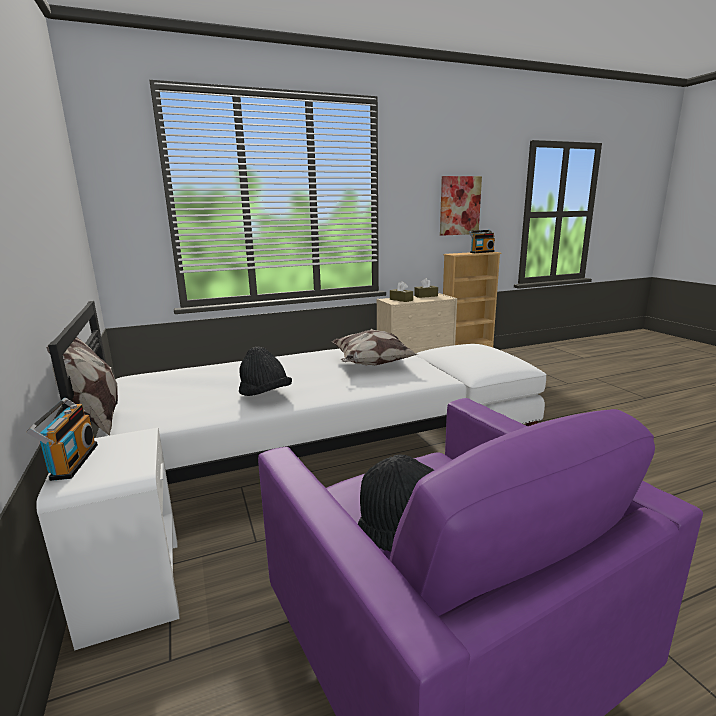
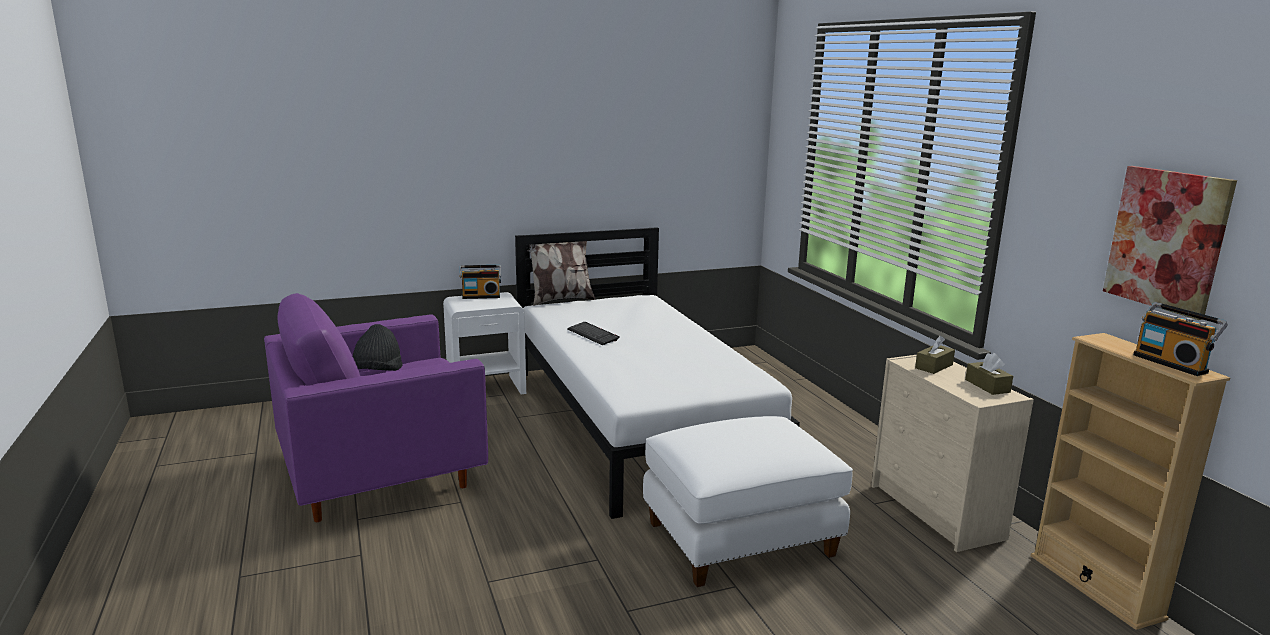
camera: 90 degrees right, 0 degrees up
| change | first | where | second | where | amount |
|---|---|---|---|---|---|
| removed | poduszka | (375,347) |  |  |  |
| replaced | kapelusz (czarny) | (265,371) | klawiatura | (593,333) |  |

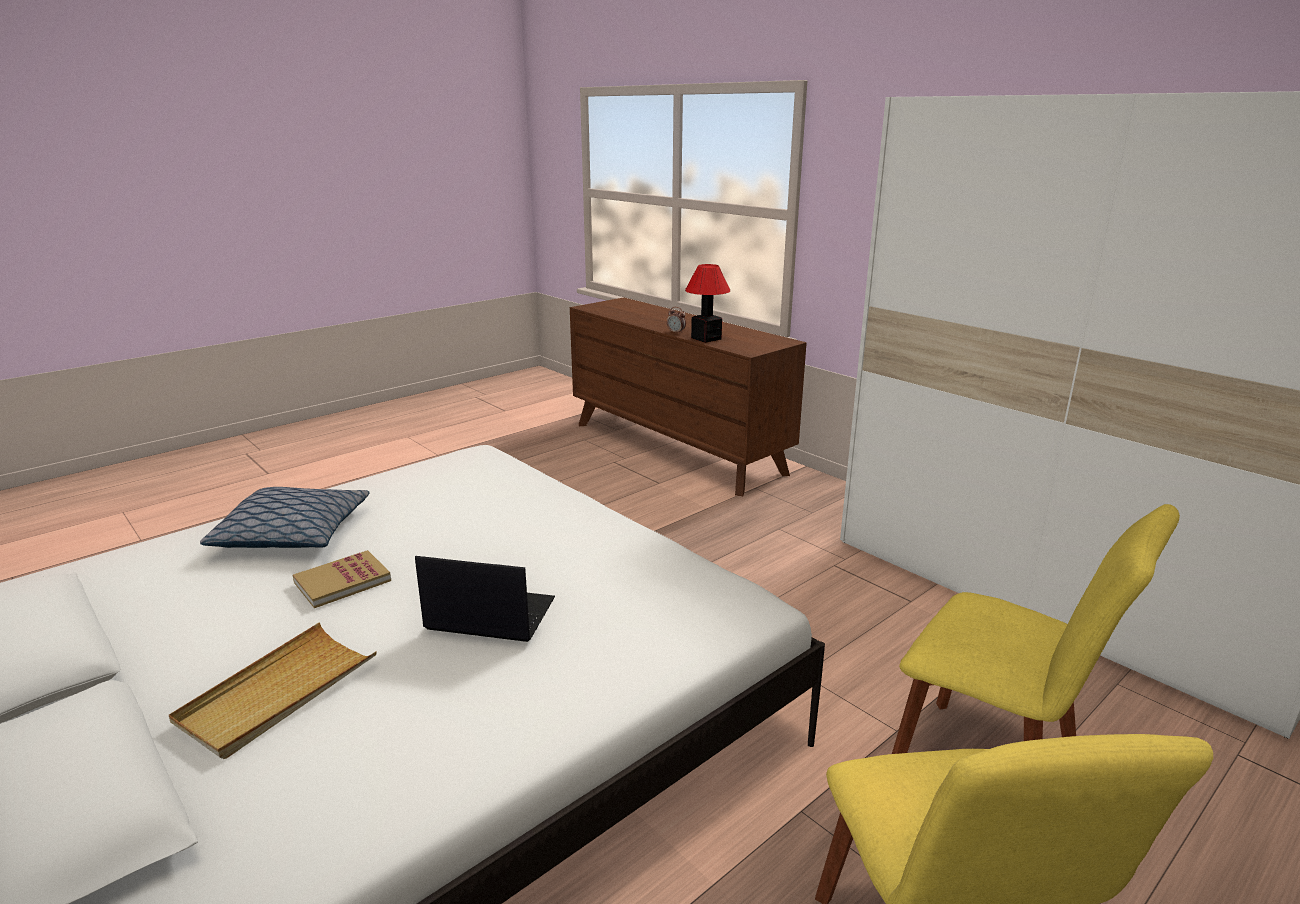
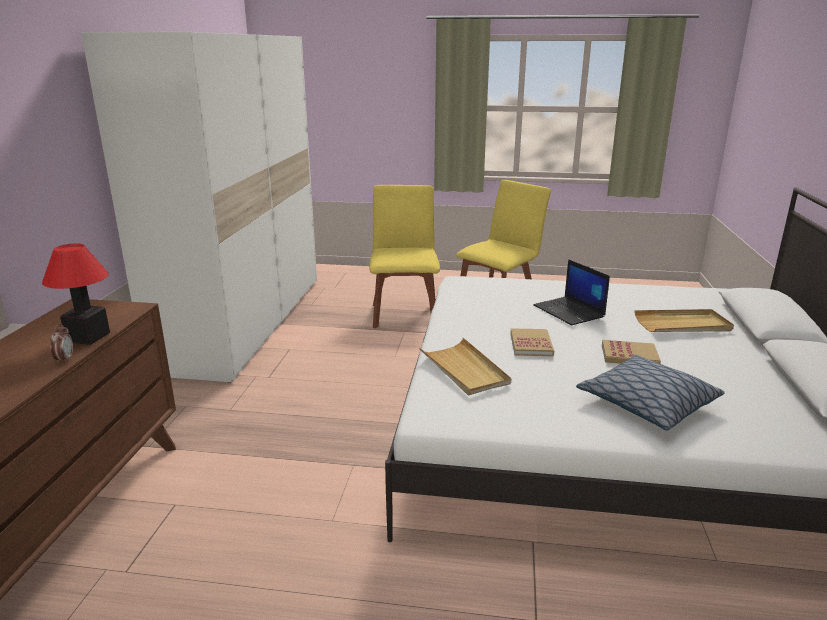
camera: 130 degrees left, 0 degrees up
| change | first | where | second | where | amount |
|---|---|---|---|---|---|
| added |  |  | taca (beżowy) | (465,366) |  |
| added |  |  | książka | (532,342) |  |

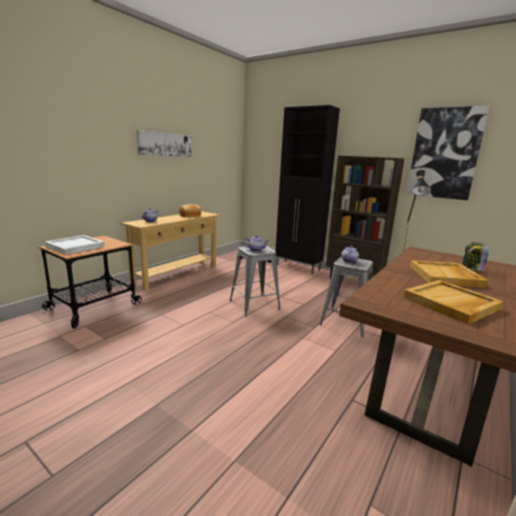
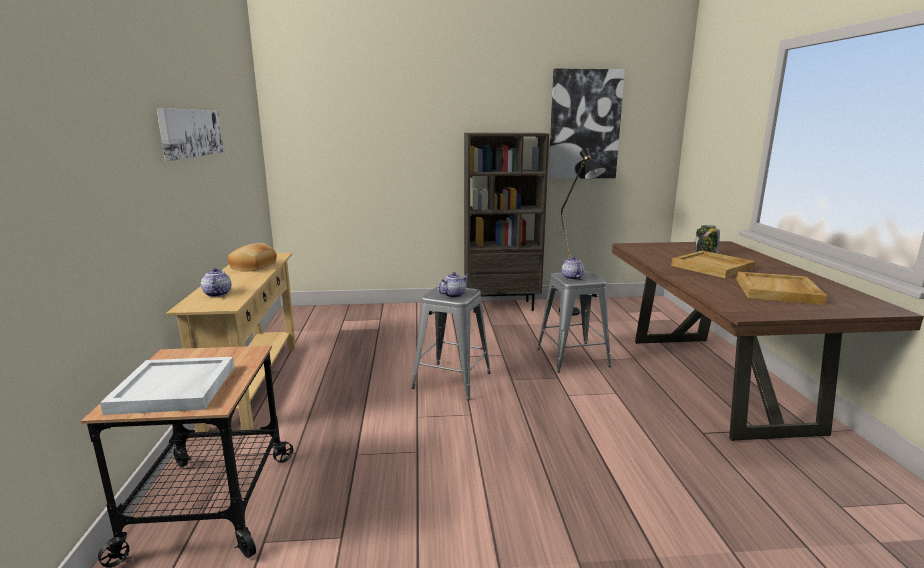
camera: 40 degrees left, 0 degrees up
| change | first | where | second | where | amount |
|---|---|---|---|---|---|
| removed | szafka (czarny) | (307,189) |  |  |  |

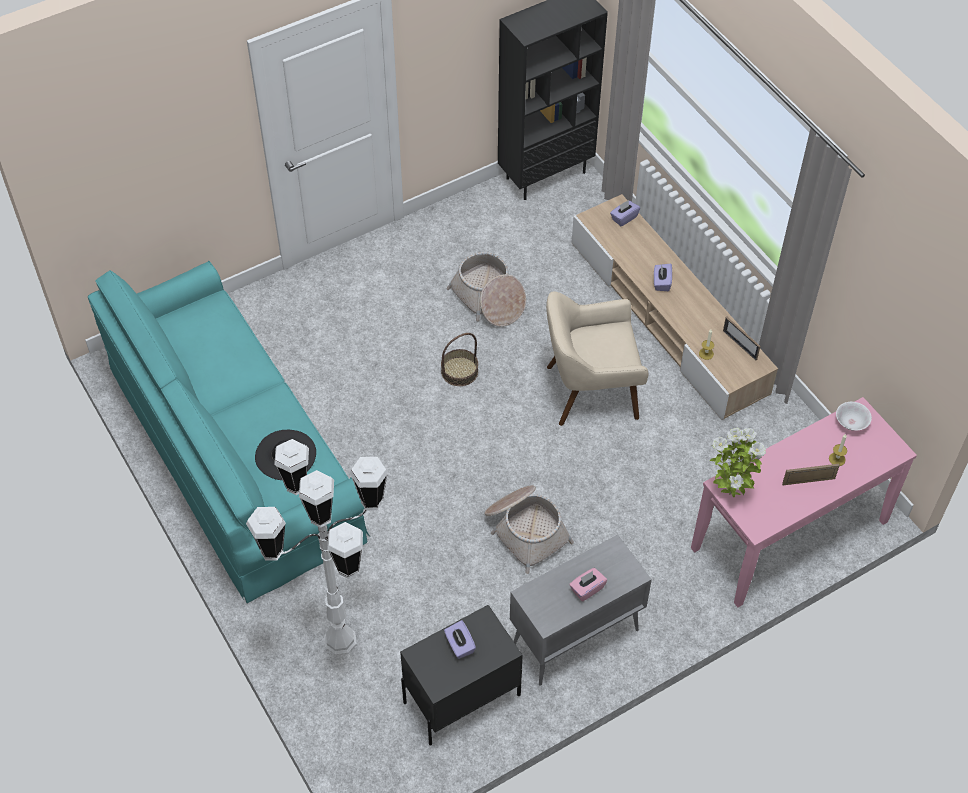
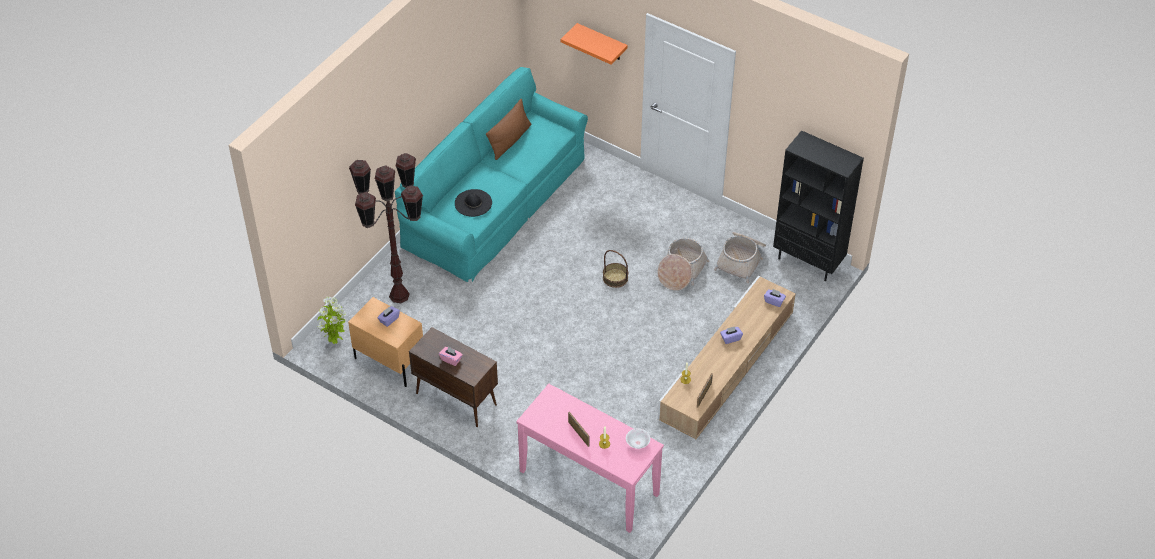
camera: 65 degrees right, 5 degrees down
| change | first | where | second | where | amount |
|---|---|---|---|---|---|
| removed | fotel (beżowy) | (597,358) |  |  |  |
| added |  |  | poduszka (brązowy) | (508,129) |  |
| added |  |  | półka (pomarańczowy) | (594,44) |  |
| moved | koszyk | (529,529) |  | (740,257) |  |
| moved | roślina doniczkowa | (738,462) |  | (332,320) |  |
| recoloured | lampa stojąca (biały) | (317,547) | lampa stojąca (brązowy) | (386,228) |  |
| recoloured | szafka nocna (czarny) | (461,675) | szafka nocna (beżowy) | (385,342) |  |
| recoloured | szafka (szary) | (581,610) | szafka (brązowy) | (453,377) |  |

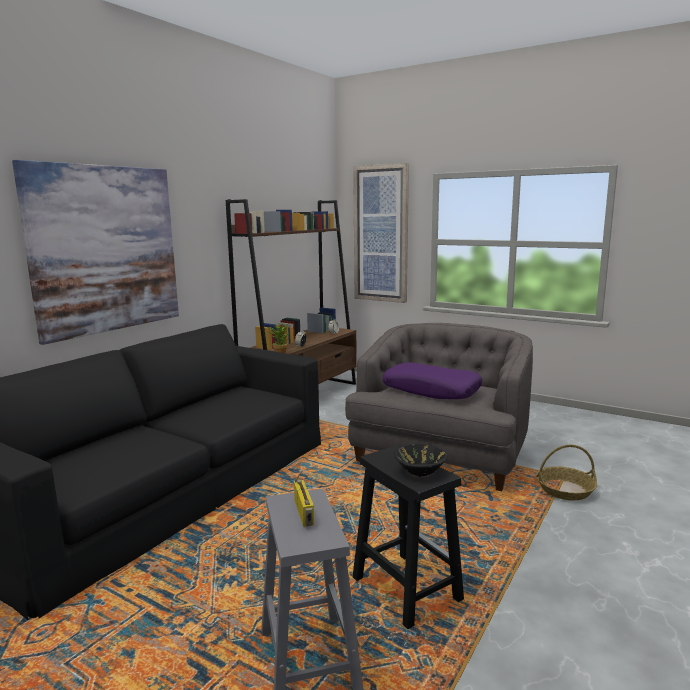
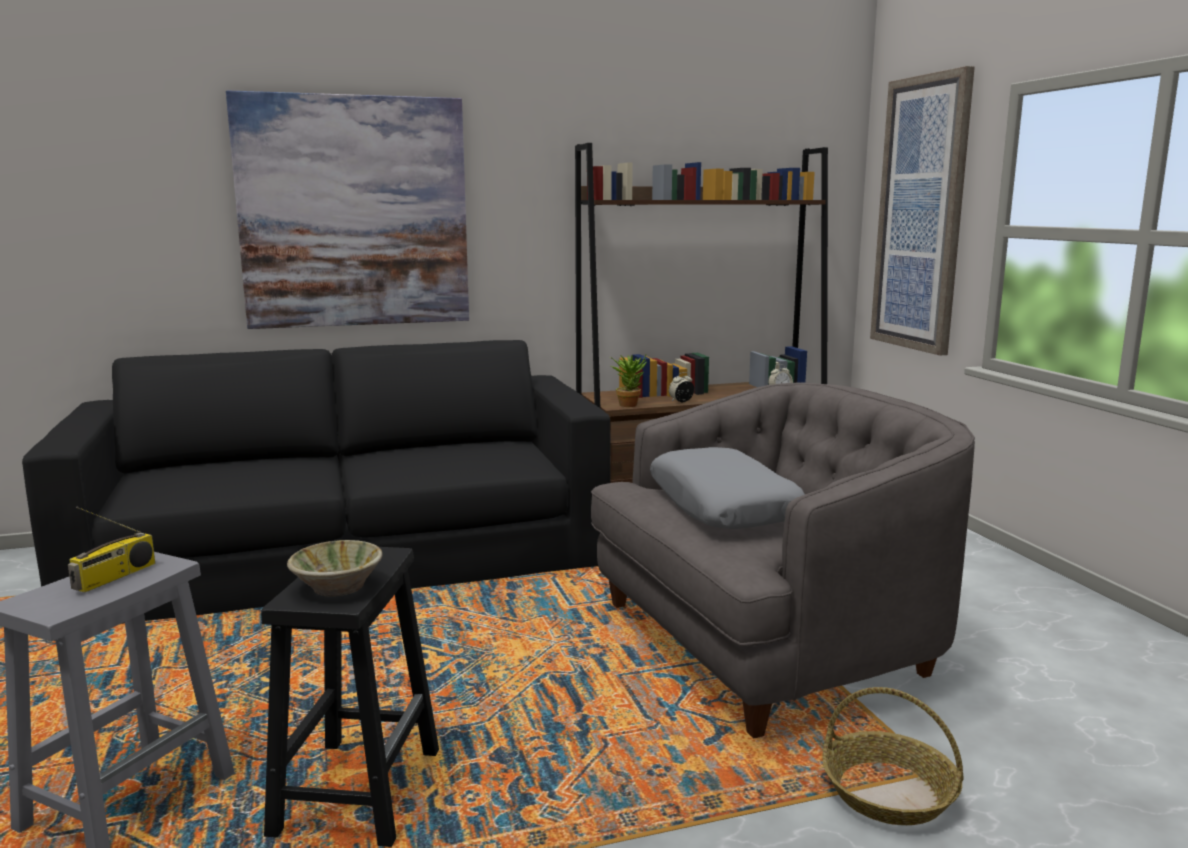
camera: 40 degrees right, 0 degrees up
| change | first | where | second | where | amount |
|---|---|---|---|---|---|
| recoloured | poduszka (fioletowy) | (432,380) | poduszka (szary) | (727,488) |  |
| recoloured | miska (czarny) | (420,460) | miska (beżowy) | (335,568) |  |

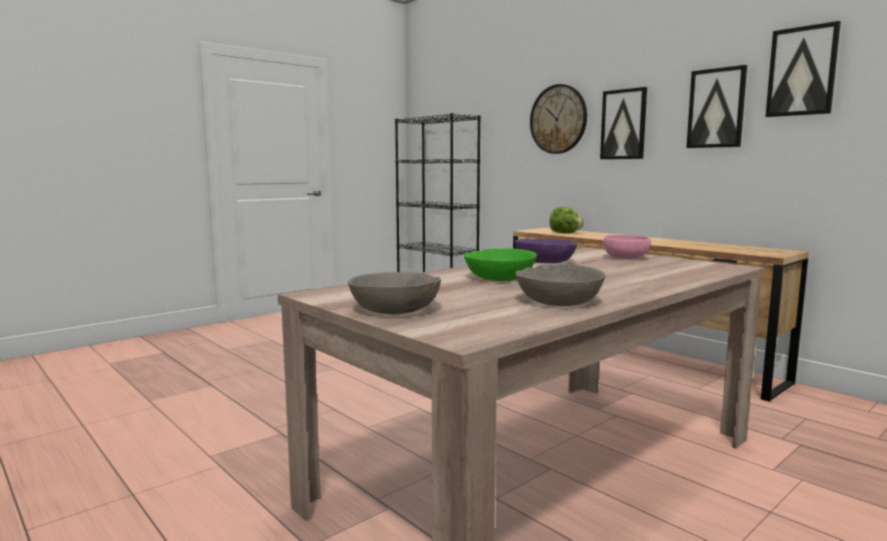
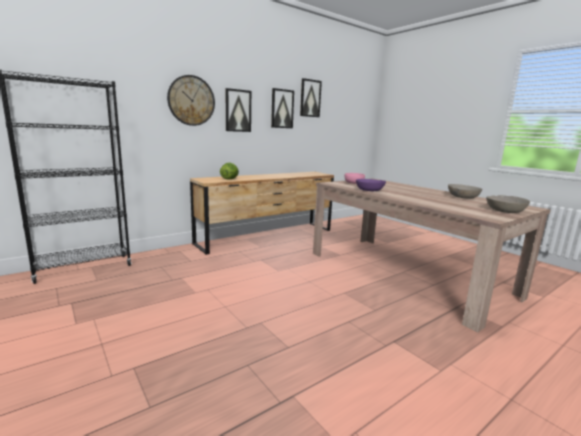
camera: 85 degrees left, 5 degrees up
| change | first | where | second | where | amount |
|---|---|---|---|---|---|
| removed | miska (zielony) | (500,264) |  |  |  |

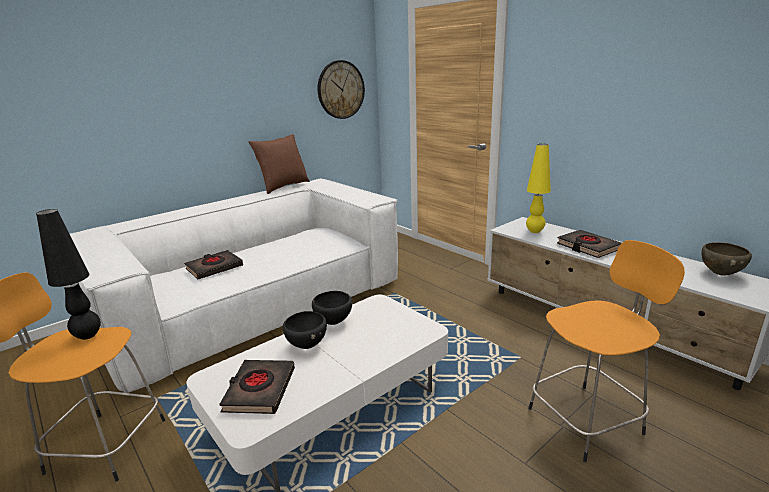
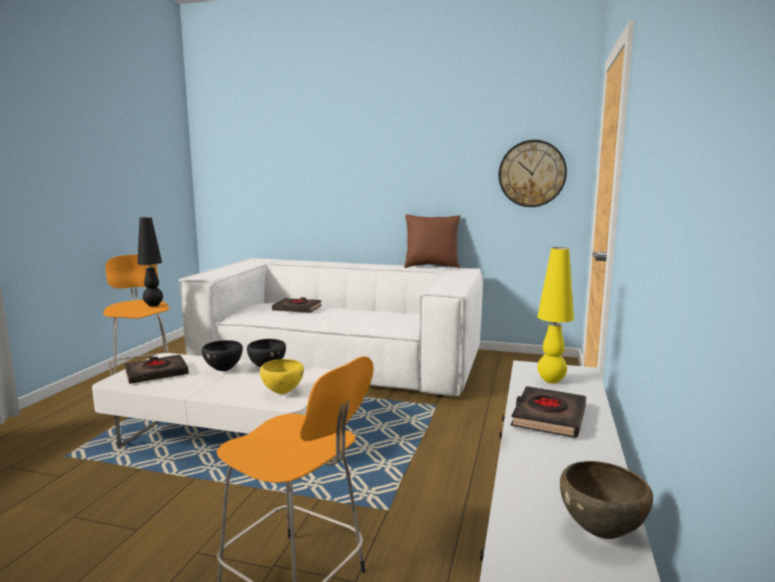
camera: 55 degrees right, 10 degrees down
| change | first | where | second | where | amount |
|---|---|---|---|---|---|
| added |  |  | miska (żółty) | (282,376) |  |

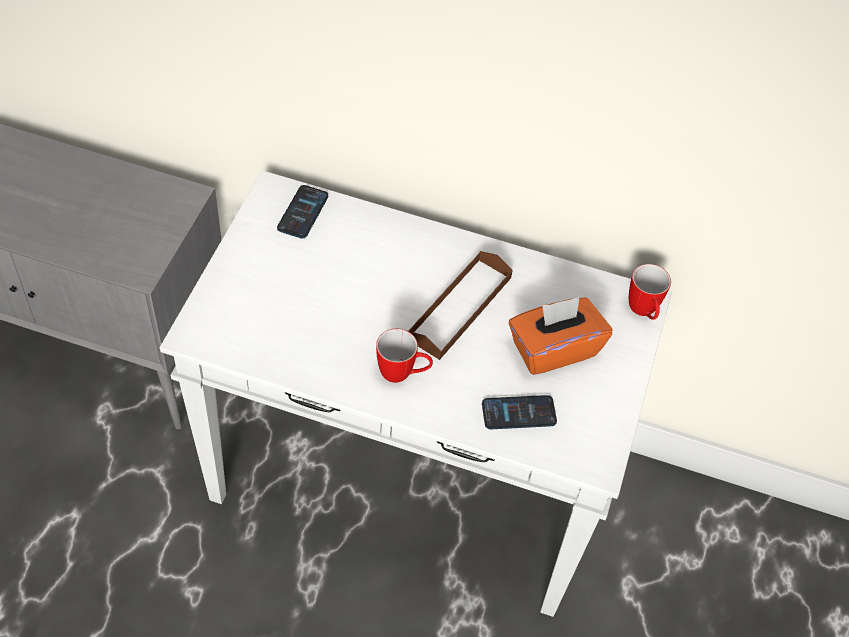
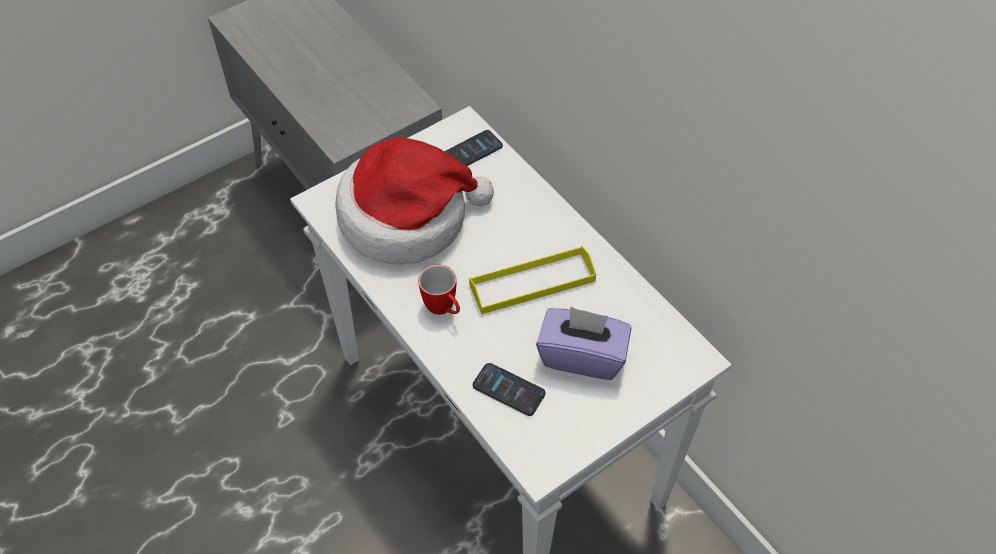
camera: 40 degrees right, 0 degrees up
| change | first | where | second | where | amount |
|---|---|---|---|---|---|
| removed | kubek | (650,292) |  |  |  |
| added |  |  | kapelusz | (414,201) |  |
| recoloured | taca (brązowy) | (460,305) | taca (żółty) | (532,280) |  |
| recoloured | pudełko chusteczek (pomarańczowy) | (561,336) | pudełko chusteczek (fioletowy) | (583,343) |  |

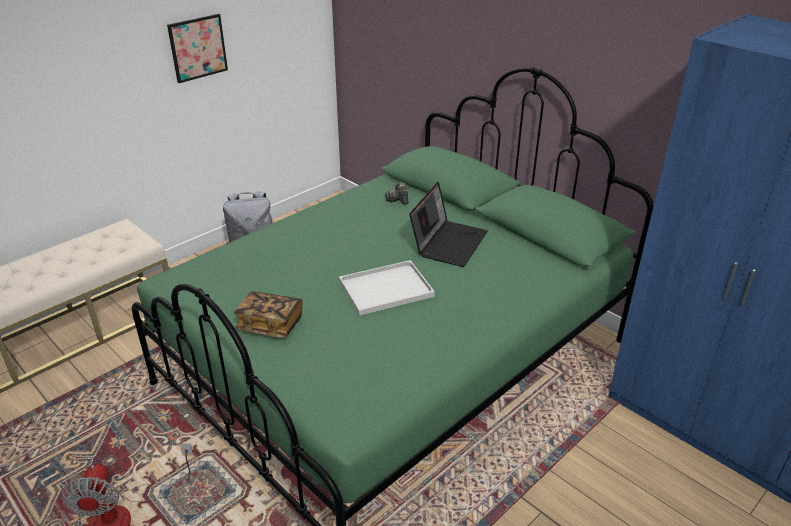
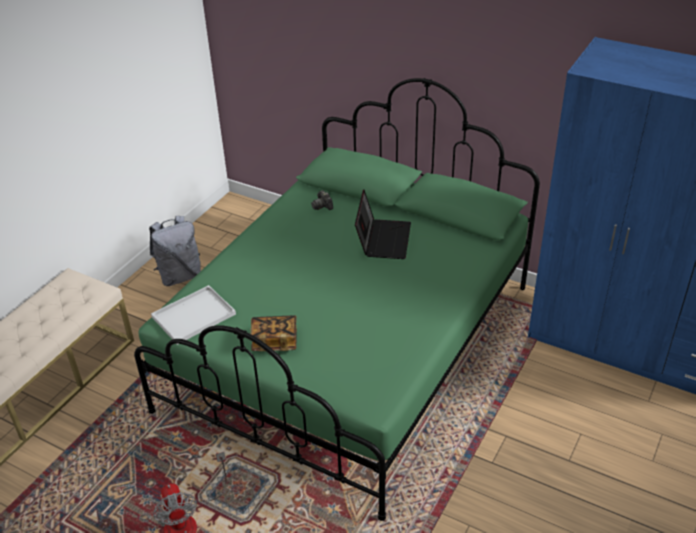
camera: 15 degrees left, 5 degrees up
| change | first | where | second | where | amount |
|---|---|---|---|---|---|
| removed | obraz | (197,48) |  |  |  |
| moved | taca (biały) | (387,288) |  | (193,315) |  |

